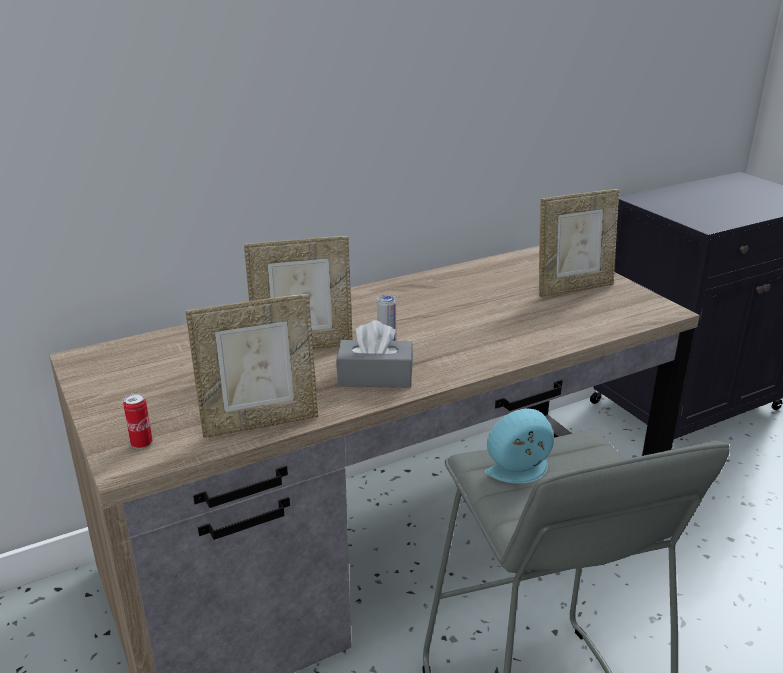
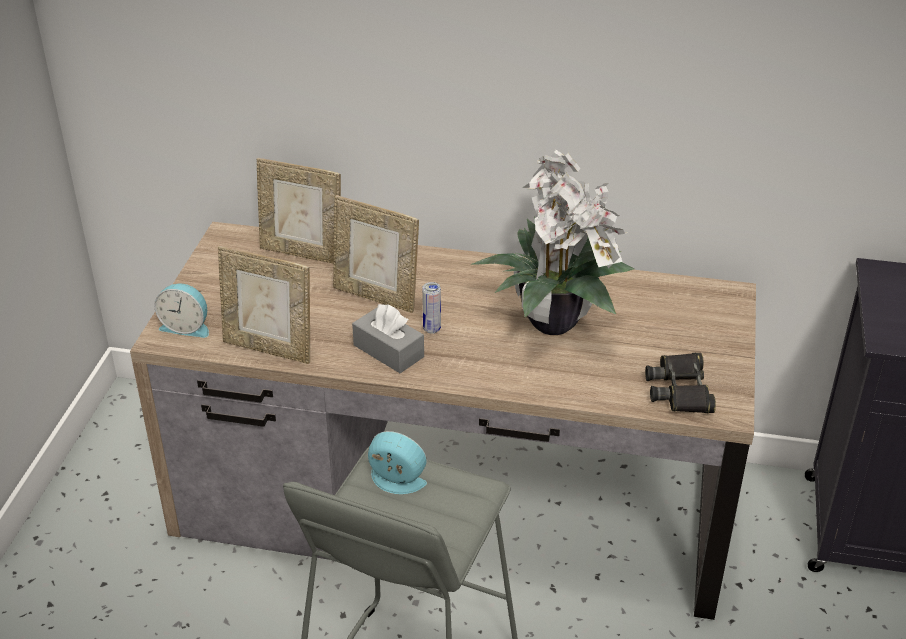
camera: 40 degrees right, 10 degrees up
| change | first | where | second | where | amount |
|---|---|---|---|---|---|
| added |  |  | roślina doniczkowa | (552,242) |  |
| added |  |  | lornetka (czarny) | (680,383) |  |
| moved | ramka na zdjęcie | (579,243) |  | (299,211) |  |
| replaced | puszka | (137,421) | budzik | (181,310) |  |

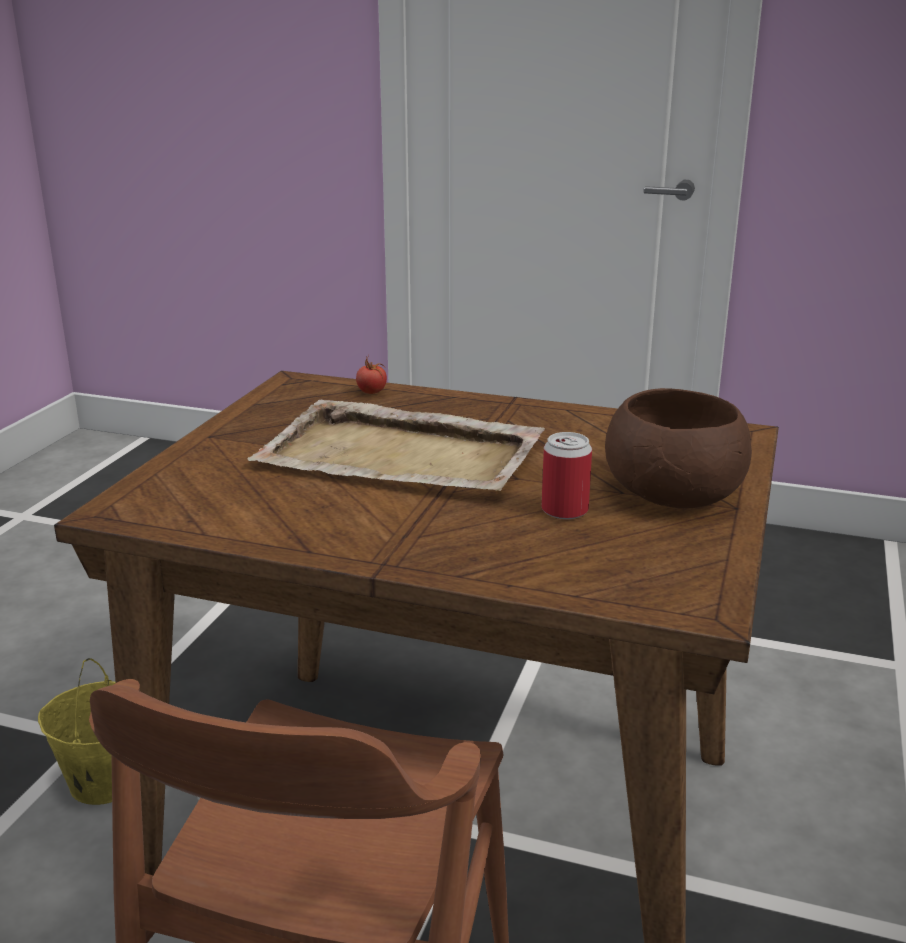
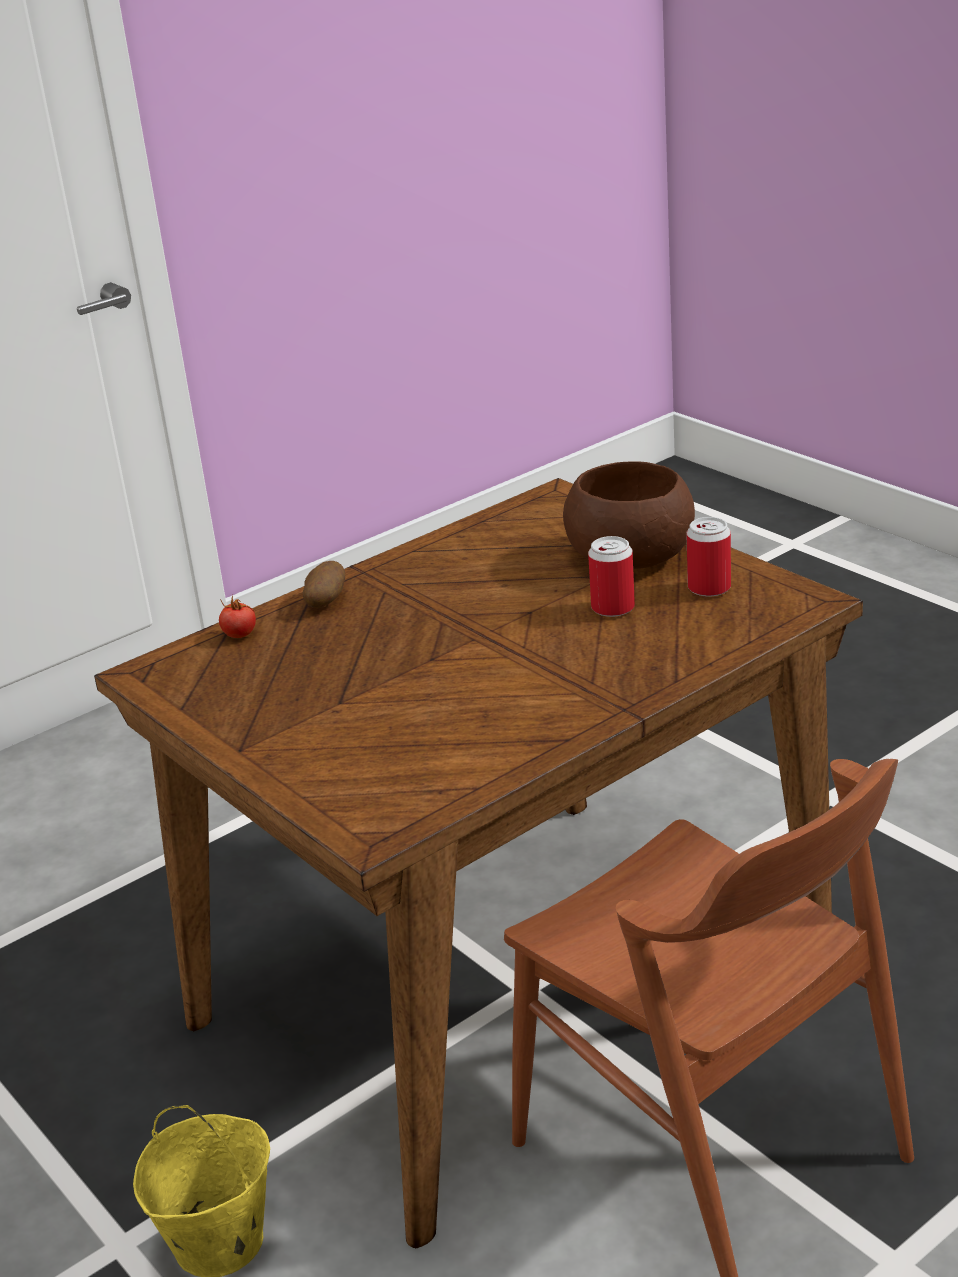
camera: 55 degrees left, 5 degrees up
| change | first | where | second | where | amount |
|---|---|---|---|---|---|
| removed | taca (beżowy) | (396,445) |  |  |  |
| added |  |  | ziemniak | (324,584) |  |
| added |  |  | puszka | (708,557) |  |

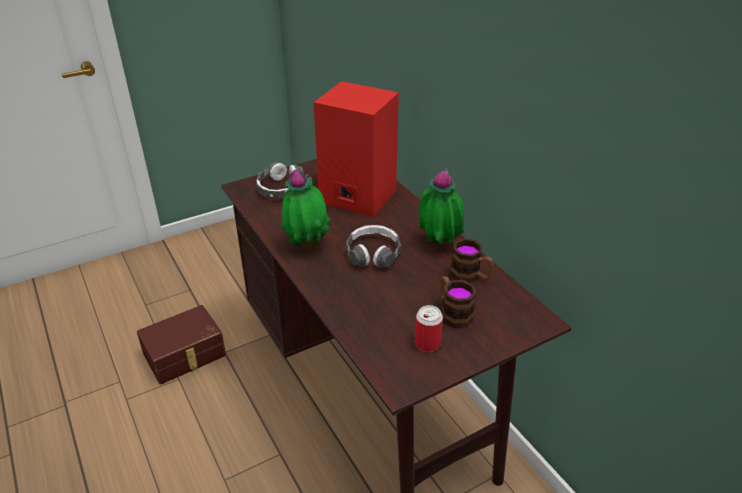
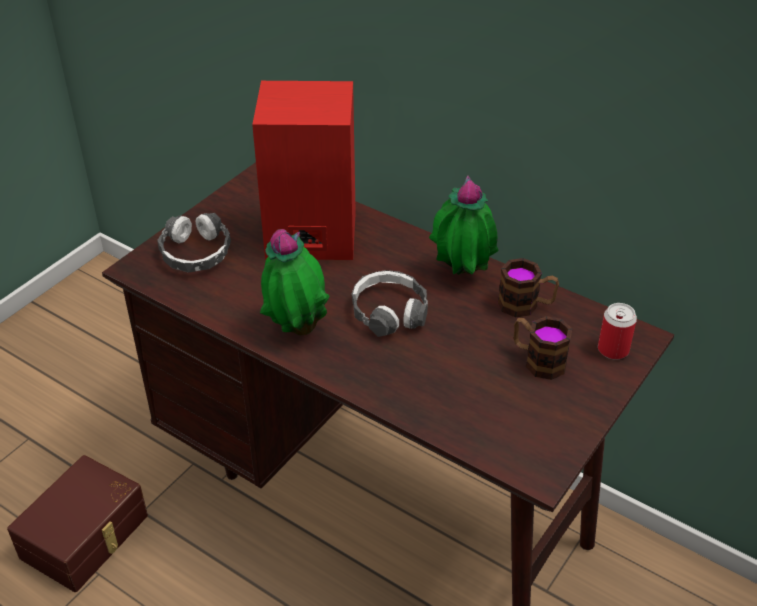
camera: 25 degrees left, 5 degrees up
| change | first | where | second | where | amount |
|---|---|---|---|---|---|
| moved | puszka | (429,328) |  | (617,331) |  |

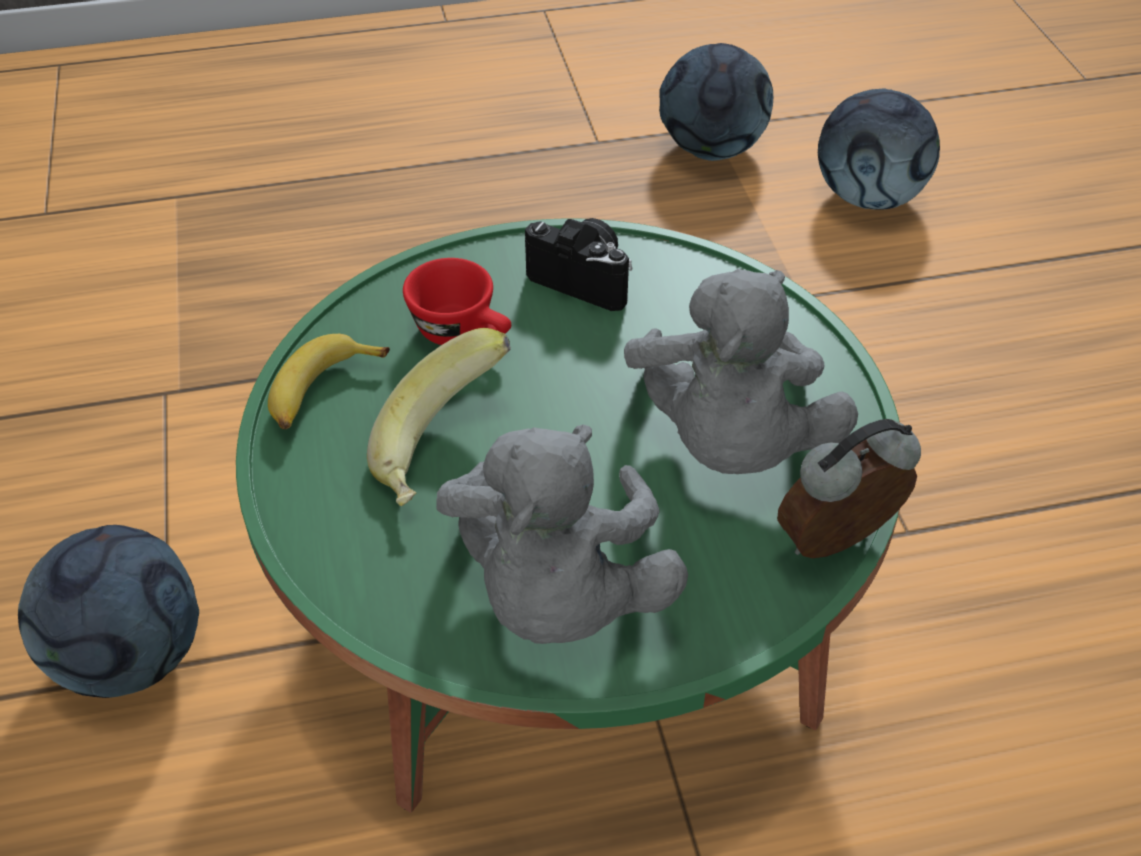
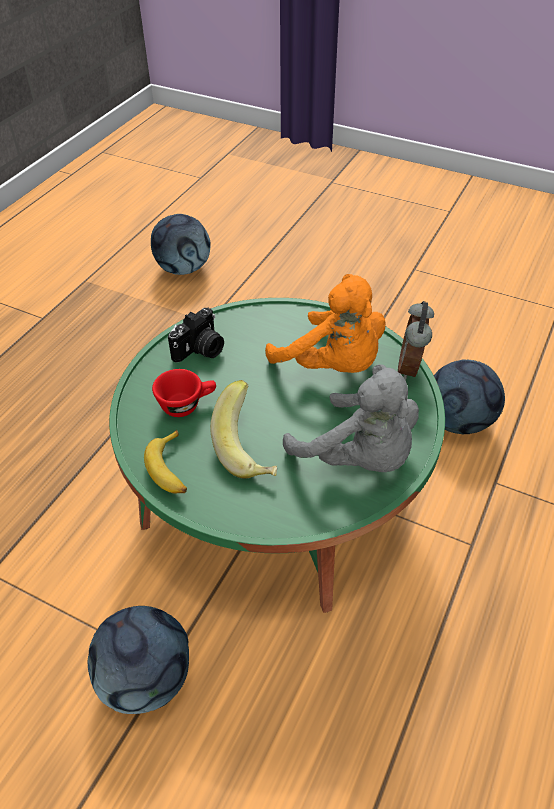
camera: 50 degrees left, 0 degrees up
| change | first | where | second | where | amount |
|---|---|---|---|---|---|
| moved | piłka futbolowa | (716,102) |  | (469,396) |  |
| recoloured | pluszak (szary) | (741,371) | pluszak (pomarańczowy) | (325,323) |  |
| turned | aparat fotograficzny | (578,264) |  | (196,335) | 150 degrees clockwise |

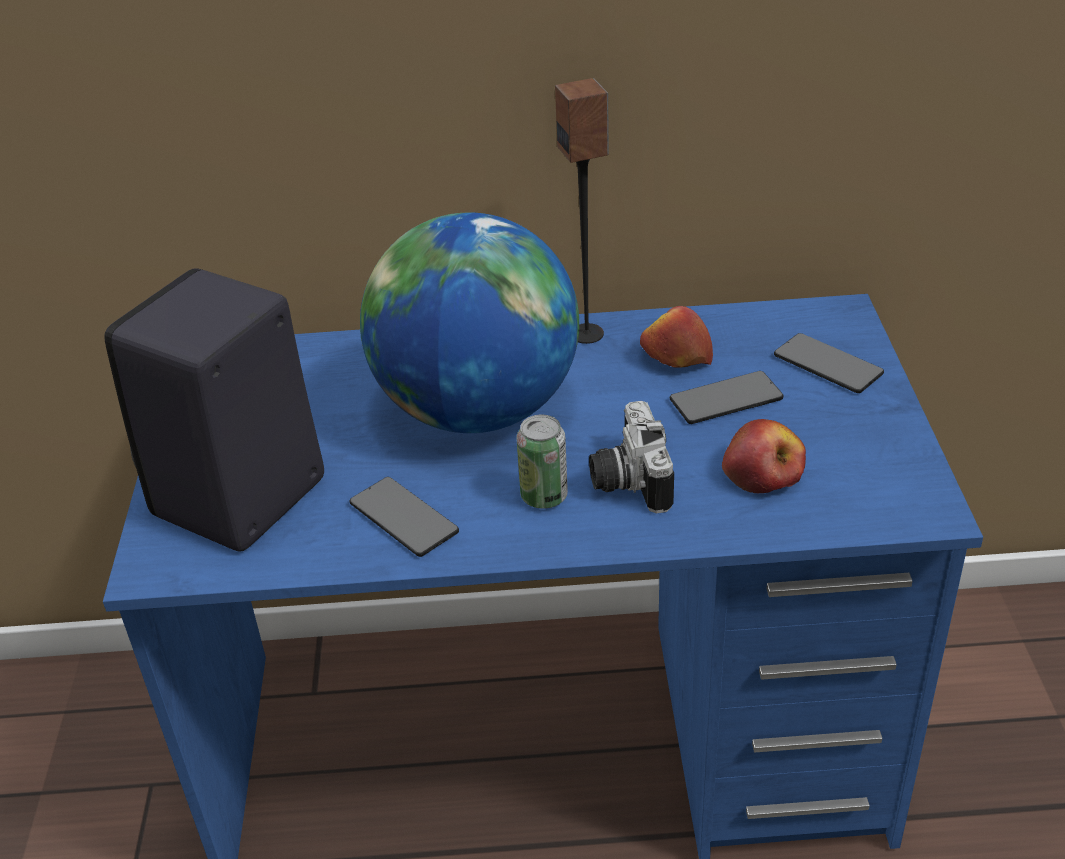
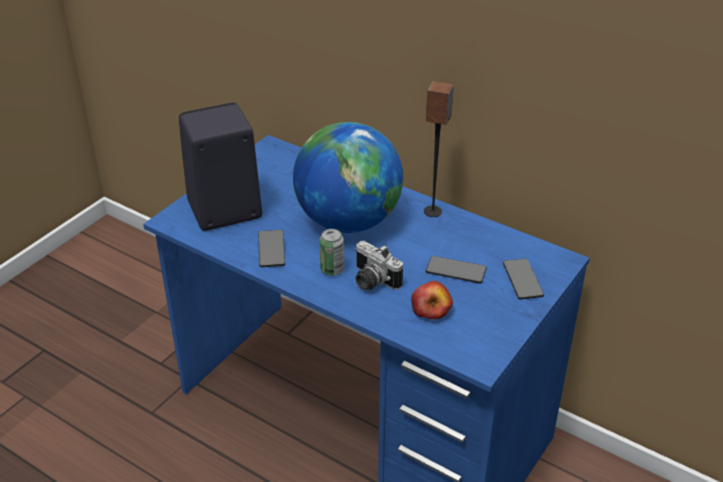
camera: 35 degrees right, 0 degrees up
| change | first | where | second | where | amount |
|---|---|---|---|---|---|
| removed | jabłko | (676,337) |  |  |  |
| turned | aparat fotograficzny | (631,457) |  | (379,266) | 75 degrees counterclockwise |

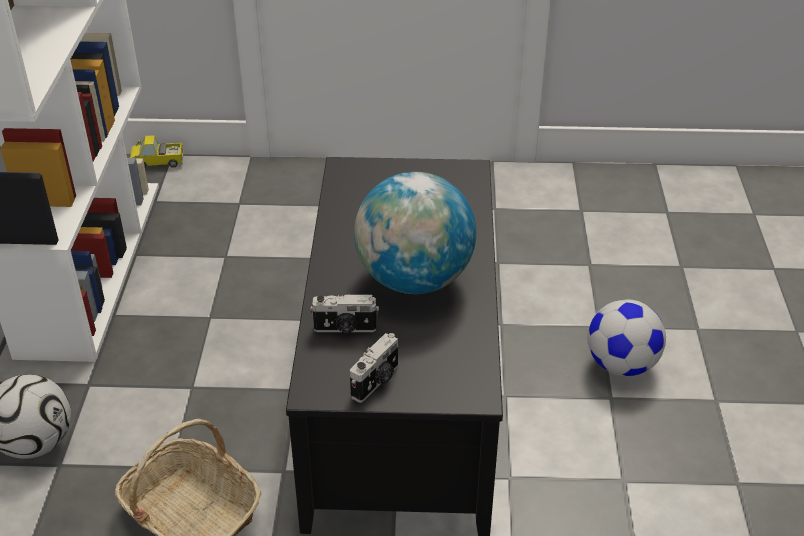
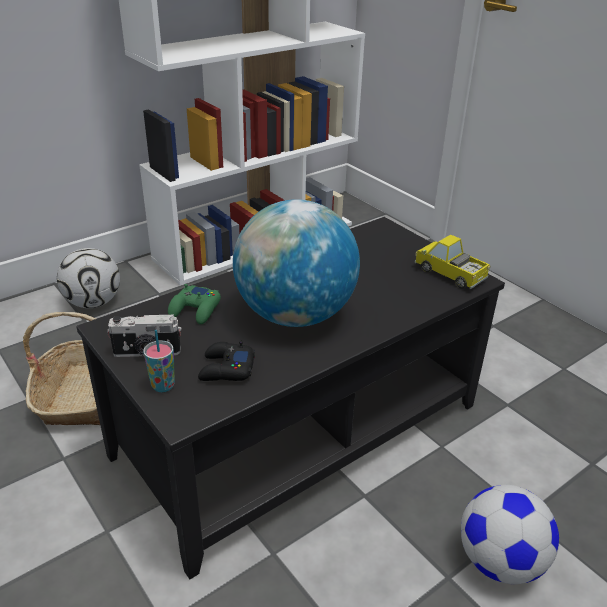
camera: 50 degrees right, 5 degrees down
| change | first | where | second | where | amount |
|---|---|---|---|---|---|
| added |  |  | filiżanka | (159,361) |  |
| added |  |  | pad do gier (czarny) | (226,361) |  |
| moved | ciężarówka zabawkowa | (157,151) |  | (452,262) |  |
| replaced | aparat fotograficzny | (344,313) | pad do gier (zielony) | (194,304) |  |

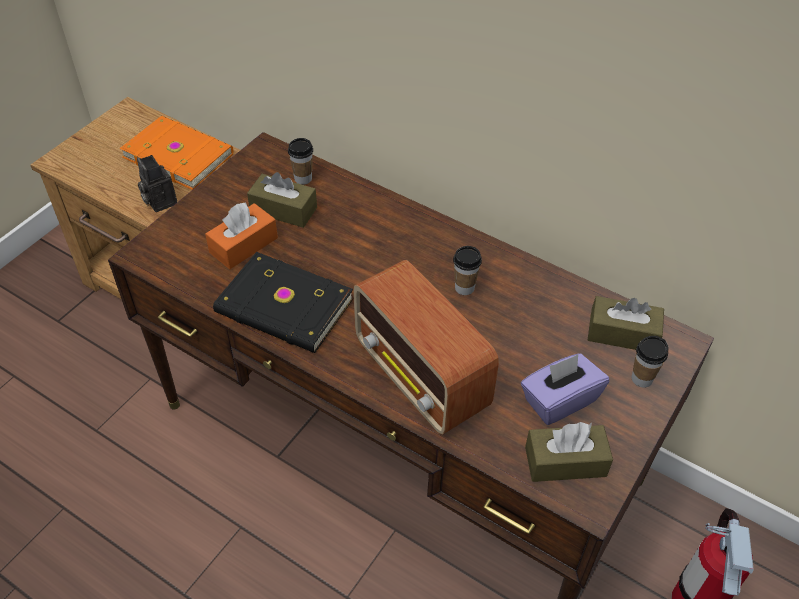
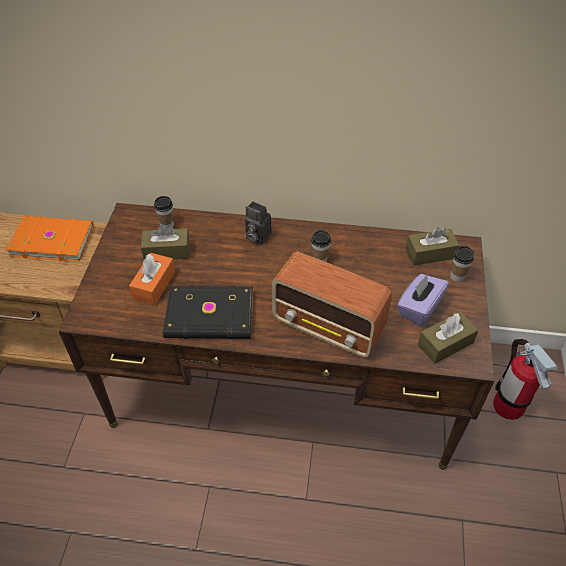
camera: 25 degrees left, 0 degrees up
| change | first | where | second | where | amount |
|---|---|---|---|---|---|
| moved | aparat fotograficzny | (157,183) |  | (258,223) |  |

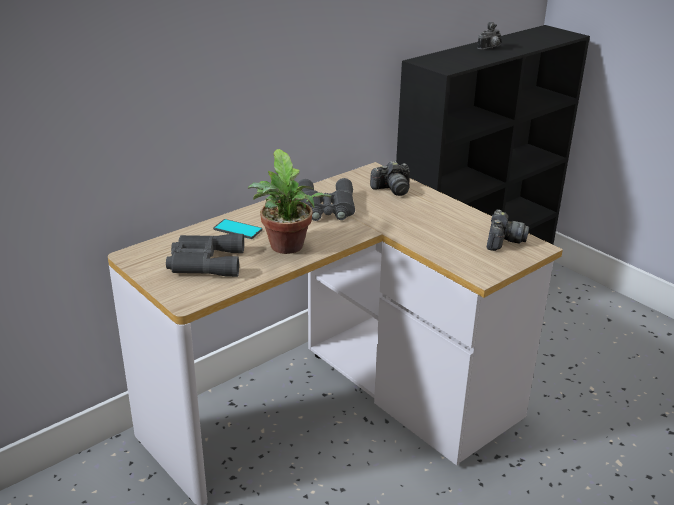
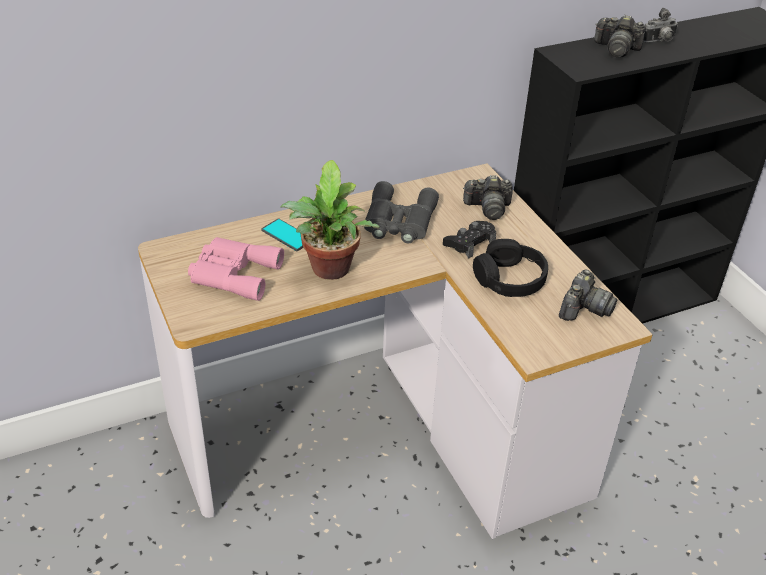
camera: 15 degrees right, 10 degrees up
| change | first | where | second | where | amount |
|---|---|---|---|---|---|
| added |  |  | pad do gier (czarny) | (469,240) |  |
| added |  |  | słuchawki (czarny) | (510,268) |  |
| added |  |  | aparat fotograficzny | (620,36) |  |
| recoloured | lornetka (szary) | (205,255) | lornetka (różowy) | (236,269) |  |

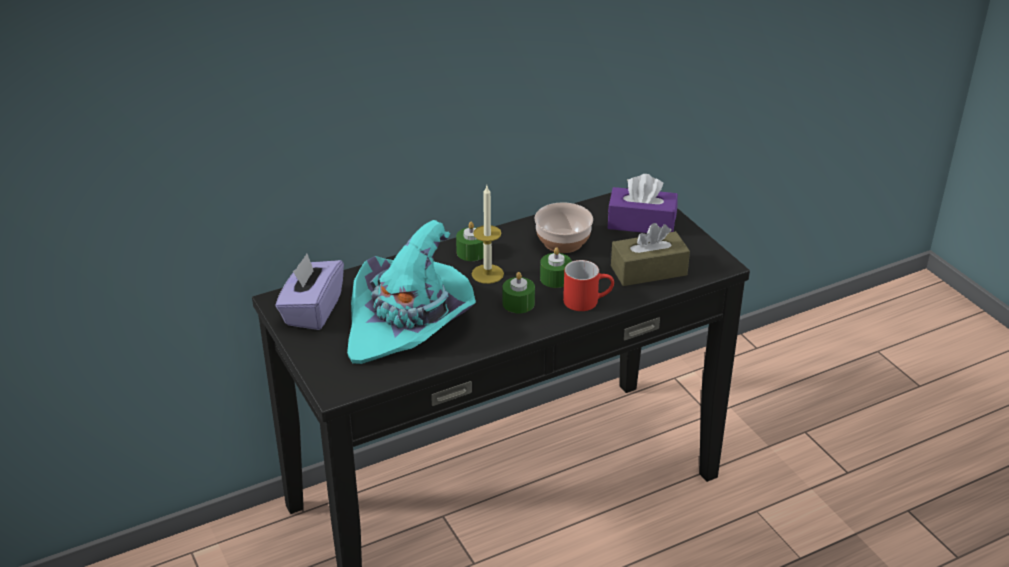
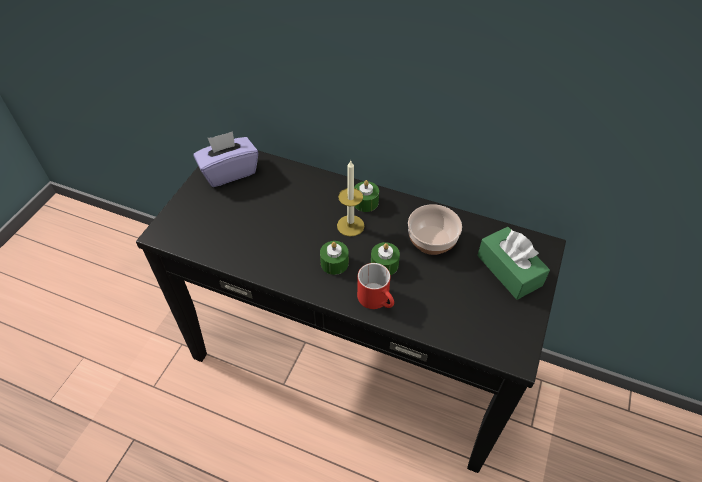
camera: 50 degrees right, 15 degrees up
| change | first | where | second | where | amount |
|---|---|---|---|---|---|
| removed | kapelusz (turkusowy) | (411,292) |  |  |  |
| removed | pudełko chusteczek (brązowy) | (650,254) |  |  |  |
| recoloured | pudełko chusteczek (fioletowy) | (643,203) | pudełko chusteczek (zielony) | (513,263) |  |

